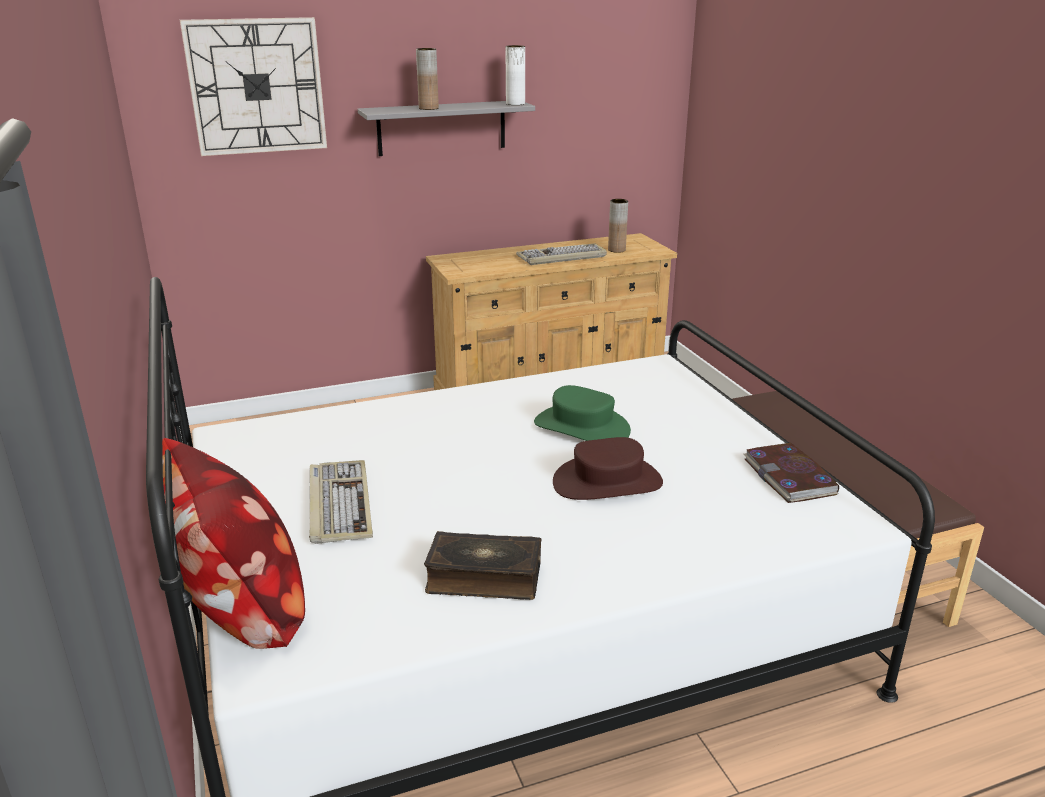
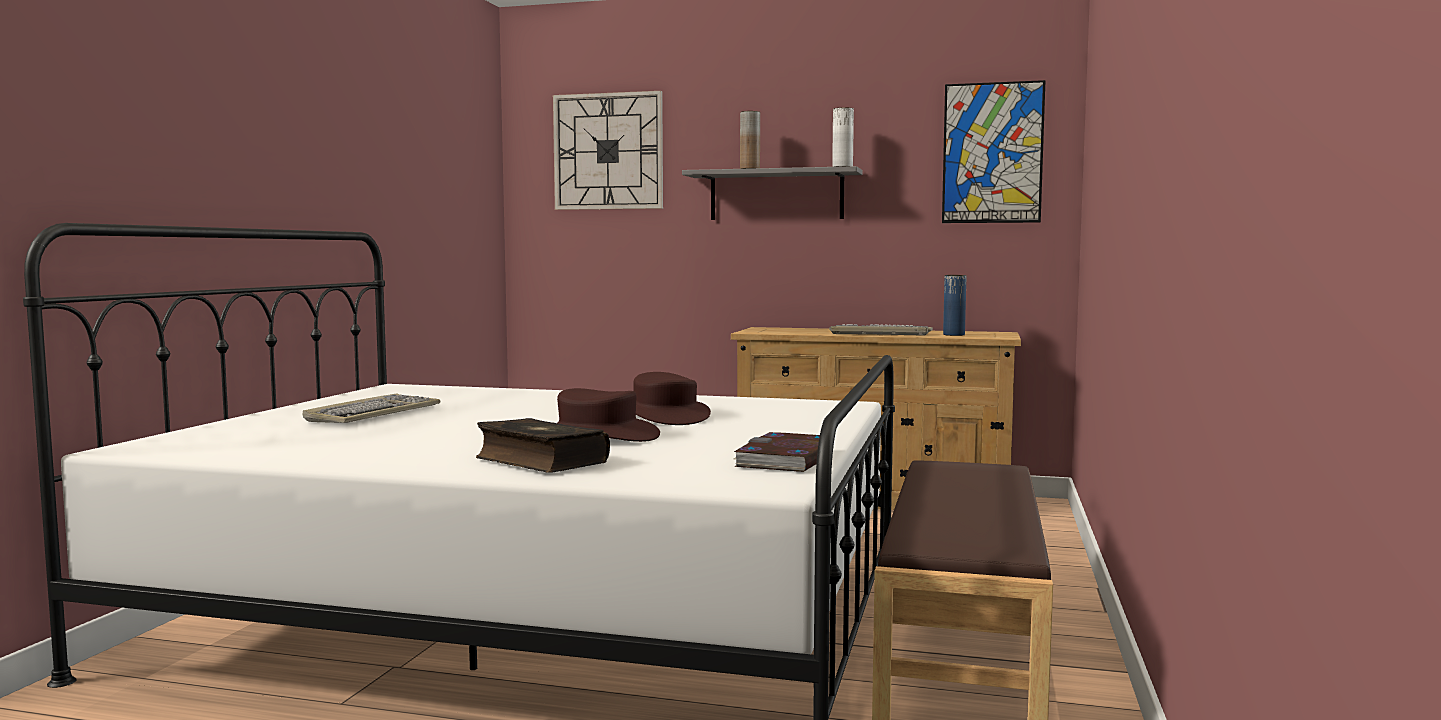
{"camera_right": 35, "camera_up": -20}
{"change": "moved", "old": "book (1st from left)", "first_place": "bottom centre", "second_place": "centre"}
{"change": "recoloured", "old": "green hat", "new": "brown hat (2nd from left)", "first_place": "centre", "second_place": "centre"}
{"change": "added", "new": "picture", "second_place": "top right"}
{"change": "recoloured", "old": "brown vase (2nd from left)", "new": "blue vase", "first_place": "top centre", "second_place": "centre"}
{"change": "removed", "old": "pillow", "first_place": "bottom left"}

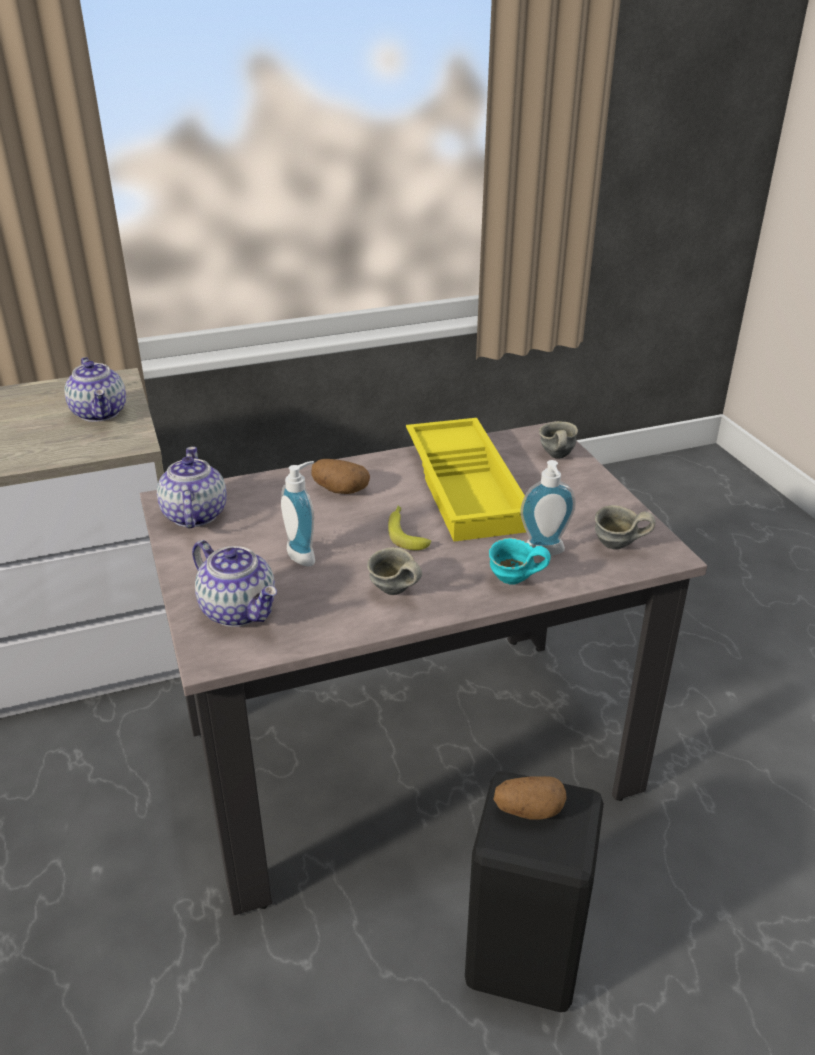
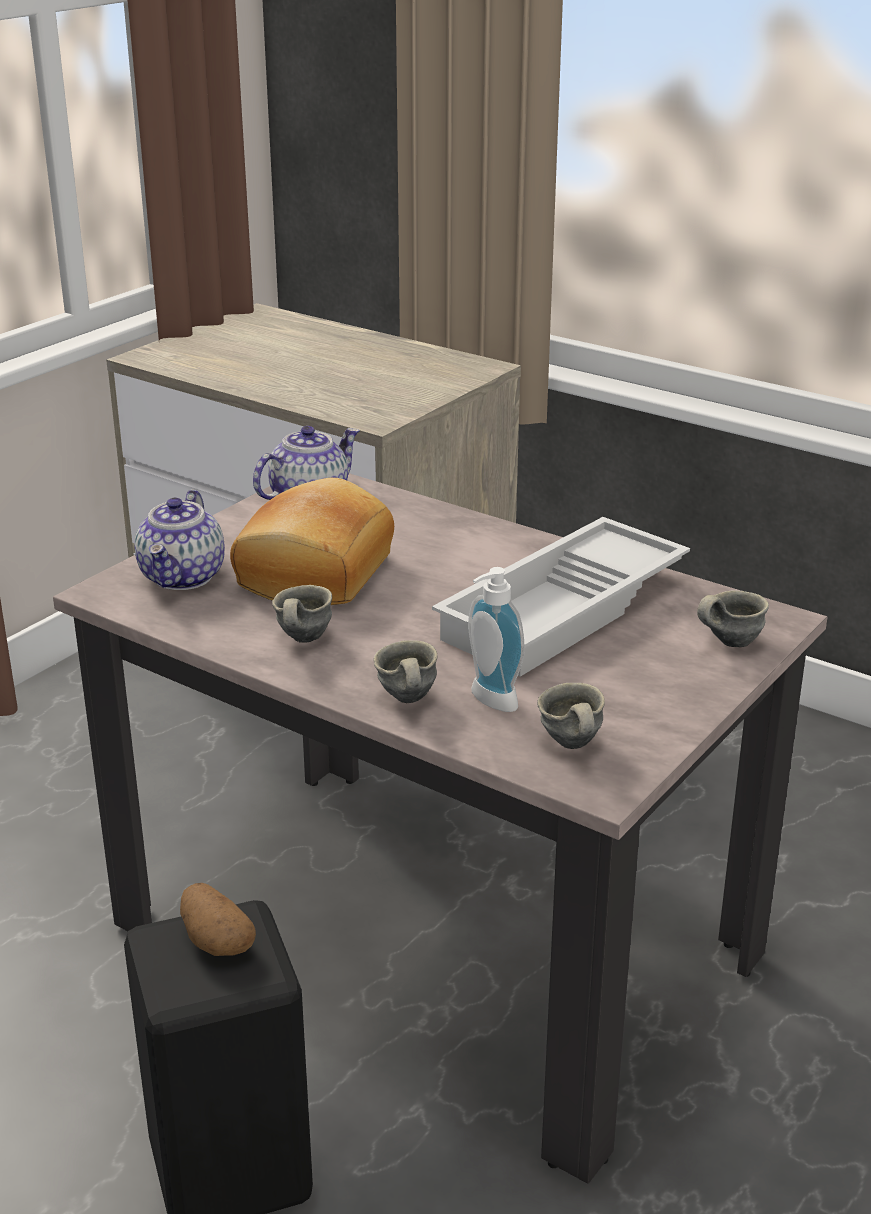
{"camera_right": 55, "camera_up": -5}
{"change": "replaced", "old": "soap dispenser (1st from left)", "new": "bread", "first_place": "centre", "second_place": "centre"}
{"change": "recoloured", "old": "turquoise mug", "new": "grey mug (2nd from left)", "first_place": "centre", "second_place": "centre"}
{"change": "recoloured", "old": "yellow tray", "new": "white tray", "first_place": "centre", "second_place": "centre"}
{"change": "removed", "old": "teapot (1st from left)", "first_place": "middle left"}
{"change": "removed", "old": "potato (1st from left)", "first_place": "centre"}
{"change": "removed", "old": "banana", "first_place": "centre"}

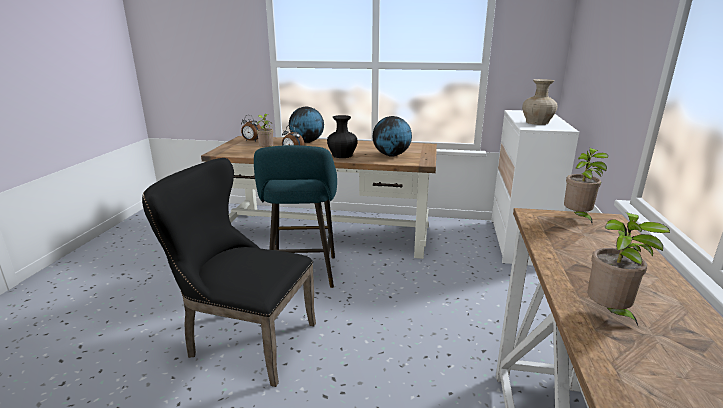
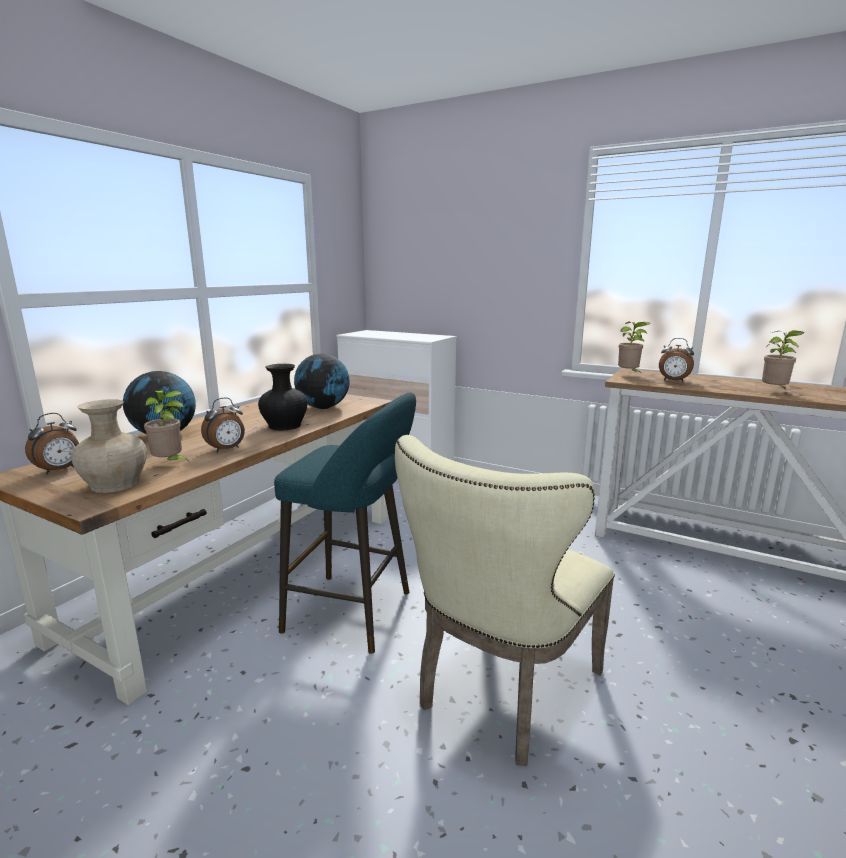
{"camera_right": -70, "camera_up": -5}
{"change": "moved", "old": "beige vase", "first_place": "top right", "second_place": "middle left"}
{"change": "recoloured", "old": "black chair", "new": "beige chair", "first_place": "bottom left", "second_place": "bottom centre"}
{"change": "added", "new": "alarm clock (3rd from left)", "second_place": "middle right"}

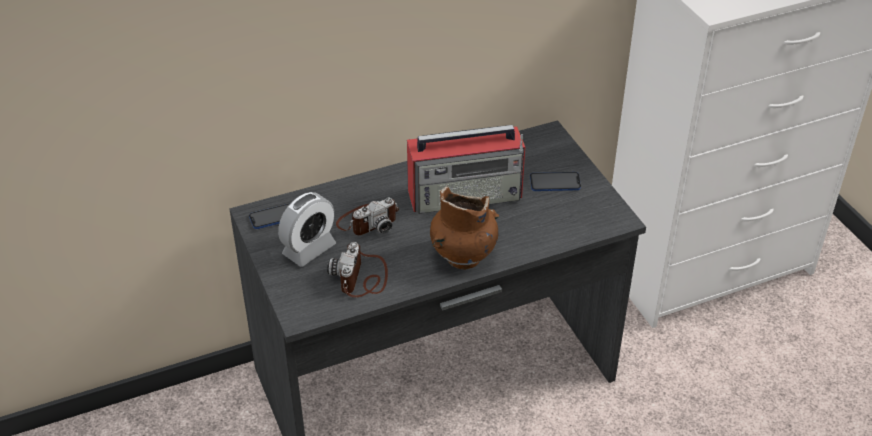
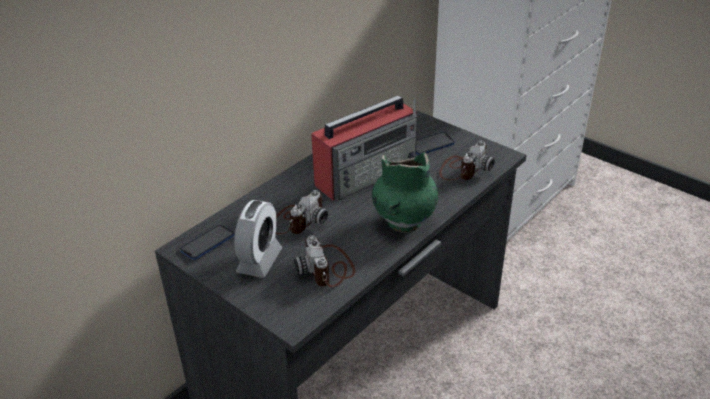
{"camera_right": -25, "camera_up": -5}
{"change": "recoloured", "old": "brown vase", "new": "green vase", "first_place": "centre", "second_place": "centre"}
{"change": "added", "new": "photo camera (3rd from left)", "second_place": "centre"}

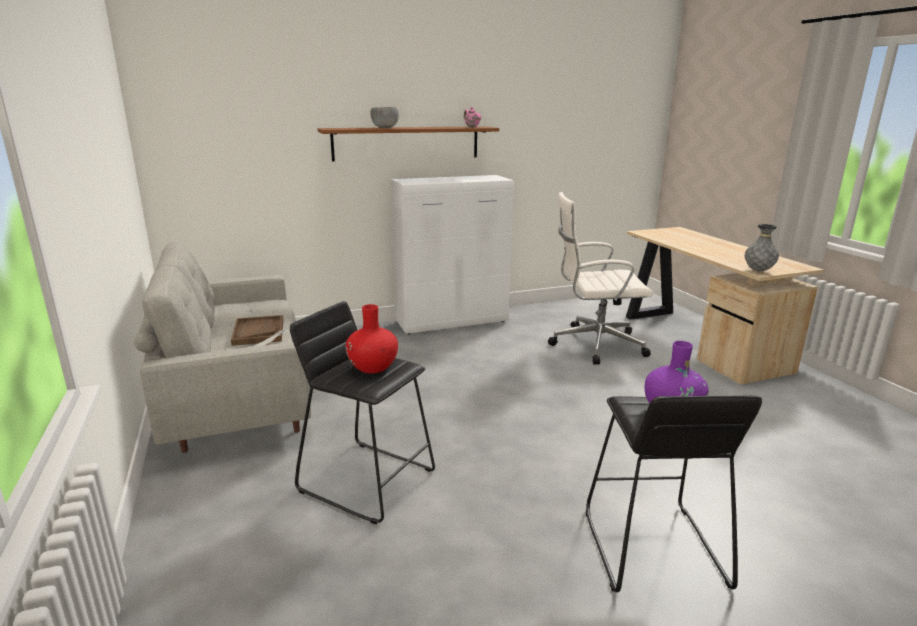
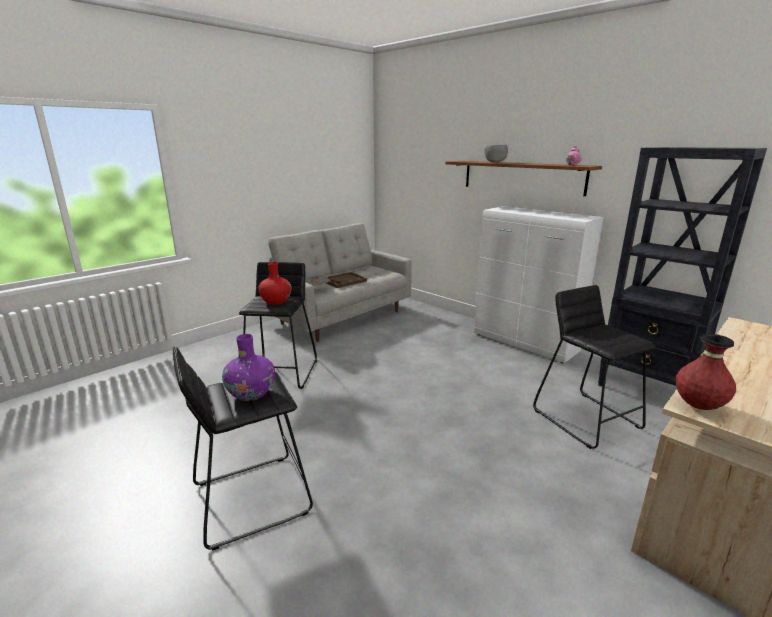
{"camera_right": 65, "camera_up": 0}
{"change": "replaced", "old": "white office chair", "new": "black stool (3rd from left)", "first_place": "centre", "second_place": "middle right"}
{"change": "added", "new": "black bookcase", "second_place": "middle right"}
{"change": "recoloured", "old": "grey vase", "new": "red vase (2nd from left)", "first_place": "middle right", "second_place": "middle right"}

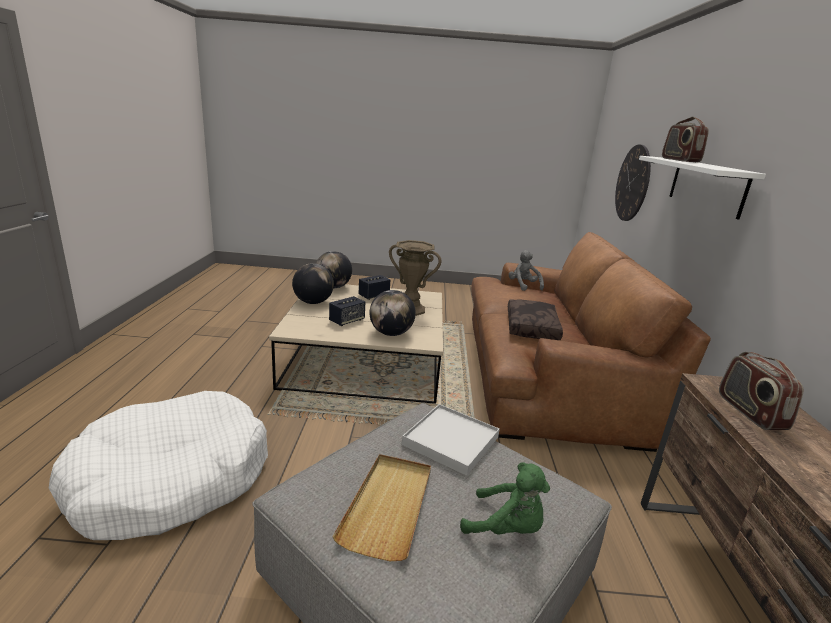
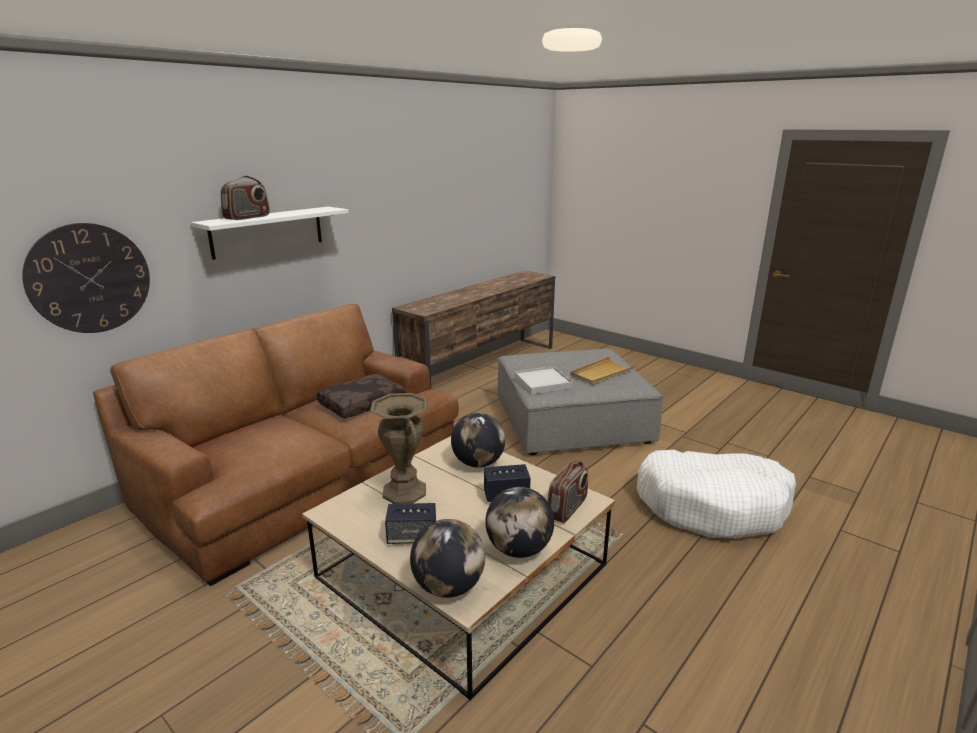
{"camera_right": -140, "camera_up": 0}
{"change": "moved", "old": "radio (2nd from left)", "first_place": "middle right", "second_place": "bottom centre"}
{"change": "removed", "old": "green plush toy", "first_place": "bottom centre"}
{"change": "removed", "old": "grey plush toy", "first_place": "centre"}

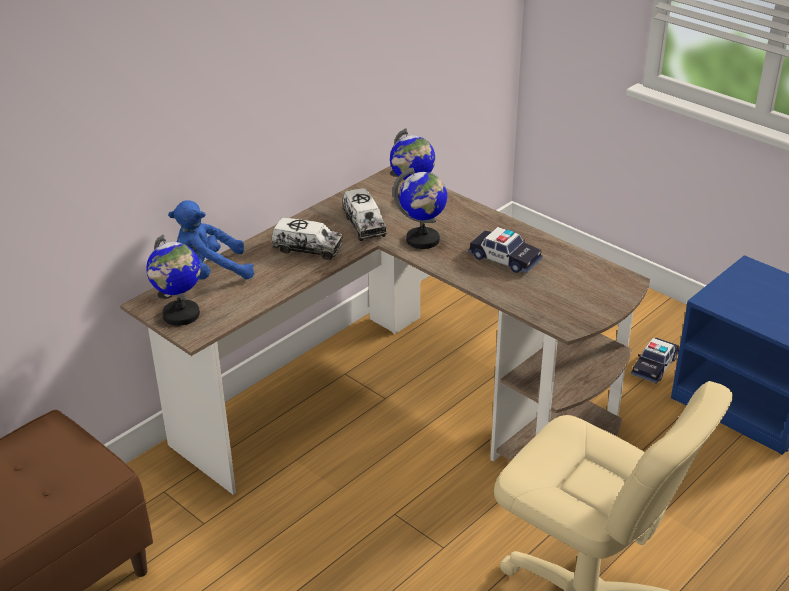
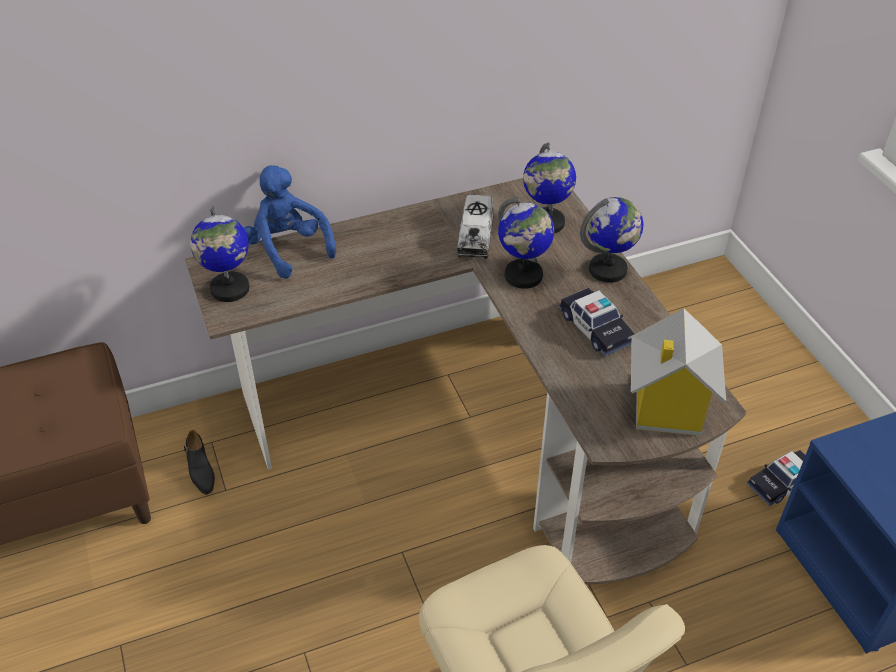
{"camera_right": 25, "camera_up": 10}
{"change": "added", "new": "black shoe", "second_place": "bottom left"}
{"change": "turned", "old": "blue plush toy", "first_place": "middle left", "second_place": "top left", "degrees": 45}
{"change": "added", "new": "globe (4th from left)", "second_place": "middle right"}
{"change": "added", "new": "toy house", "second_place": "middle right"}
{"change": "removed", "old": "toy truck (1st from left)", "first_place": "centre"}

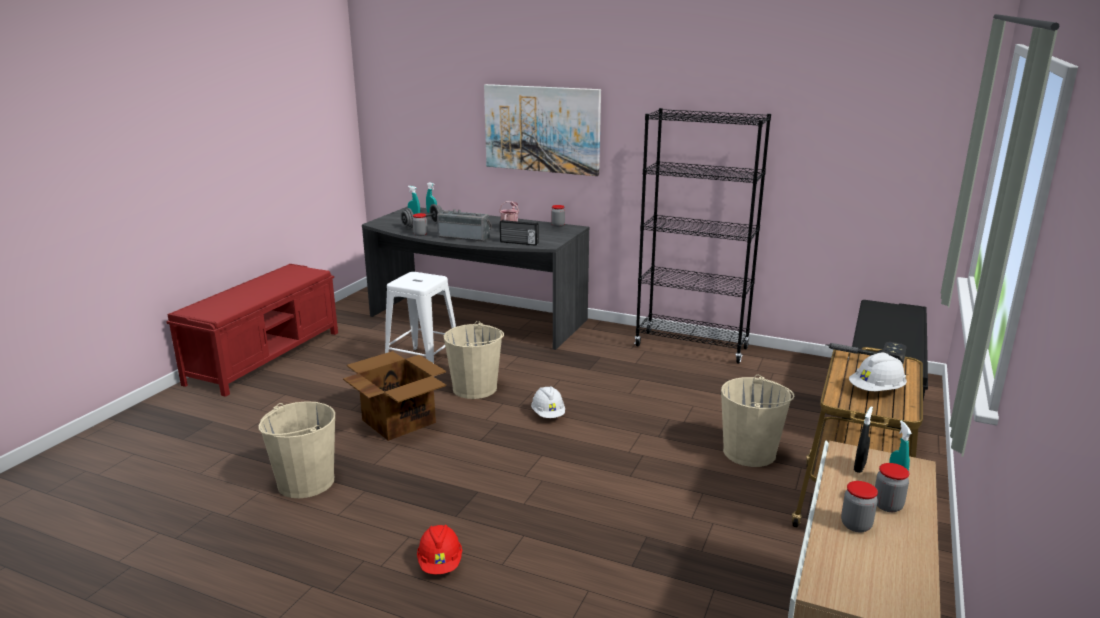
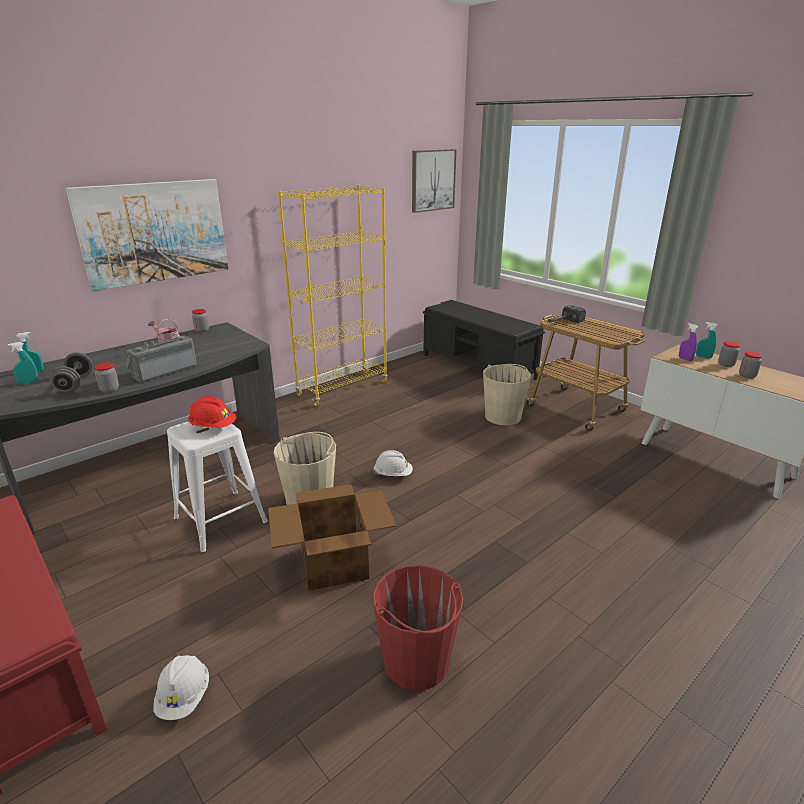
{"camera_right": -65, "camera_up": 5}
{"change": "moved", "old": "white hard hat (2nd from left in the first image)", "new": "white hard hat (1st from left)", "first_place": "middle right", "second_place": "bottom left"}
{"change": "moved", "old": "red hard hat", "first_place": "bottom centre", "second_place": "middle left"}
{"change": "recoloured", "old": "black bookcase", "new": "yellow bookcase", "first_place": "centre", "second_place": "centre"}
{"change": "recoloured", "old": "beige bucket (1st from left)", "new": "red bucket", "first_place": "bottom left", "second_place": "bottom centre"}
{"change": "added", "new": "picture (2nd from left)", "second_place": "top centre"}
{"change": "recoloured", "old": "black spray bottle", "new": "purple spray bottle", "first_place": "bottom right", "second_place": "middle right"}
{"change": "removed", "old": "radio (2nd from left)", "first_place": "centre"}

